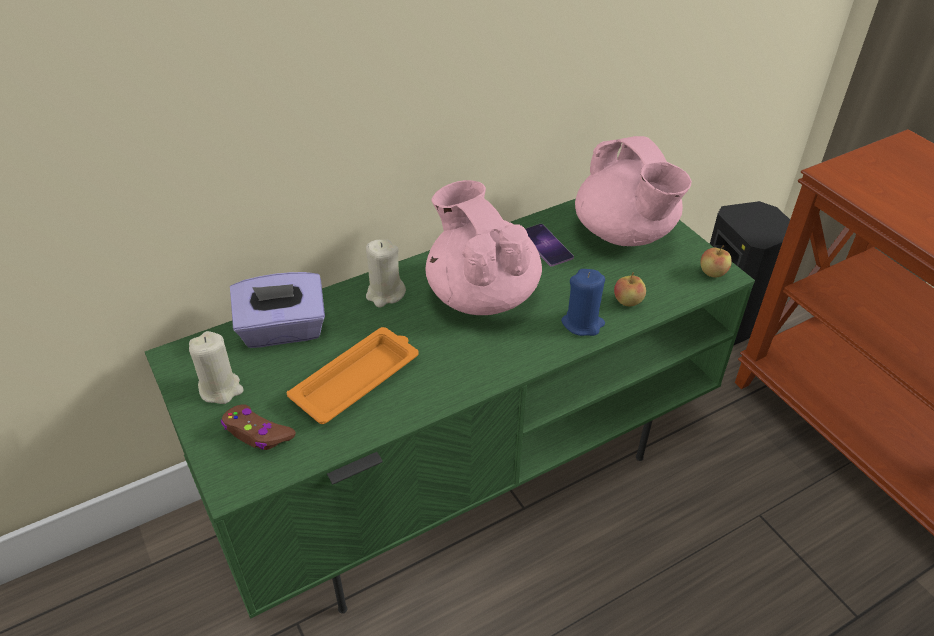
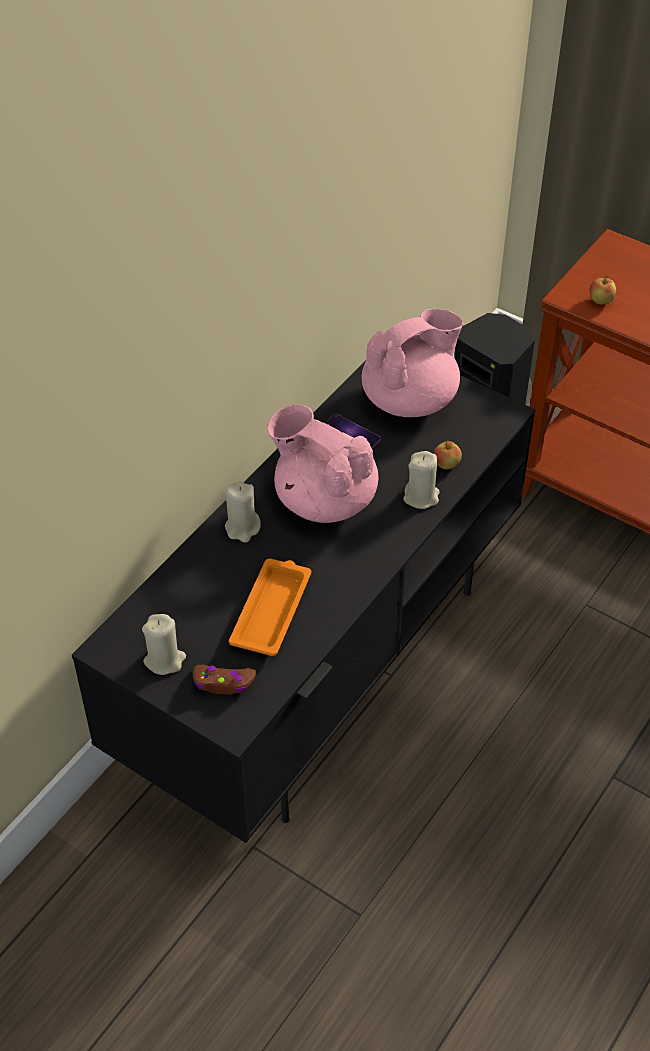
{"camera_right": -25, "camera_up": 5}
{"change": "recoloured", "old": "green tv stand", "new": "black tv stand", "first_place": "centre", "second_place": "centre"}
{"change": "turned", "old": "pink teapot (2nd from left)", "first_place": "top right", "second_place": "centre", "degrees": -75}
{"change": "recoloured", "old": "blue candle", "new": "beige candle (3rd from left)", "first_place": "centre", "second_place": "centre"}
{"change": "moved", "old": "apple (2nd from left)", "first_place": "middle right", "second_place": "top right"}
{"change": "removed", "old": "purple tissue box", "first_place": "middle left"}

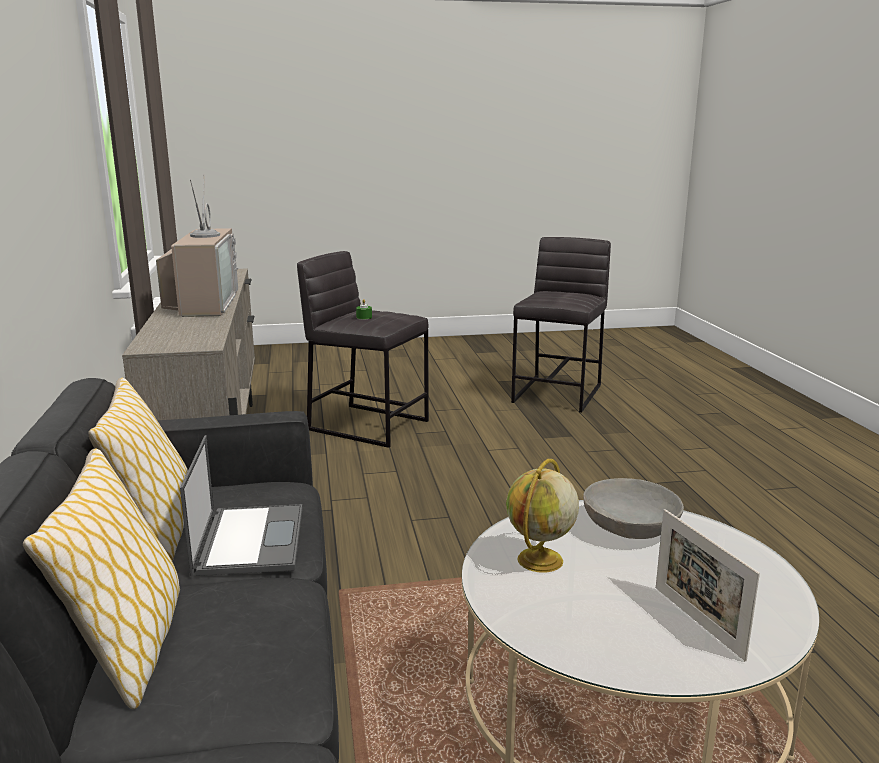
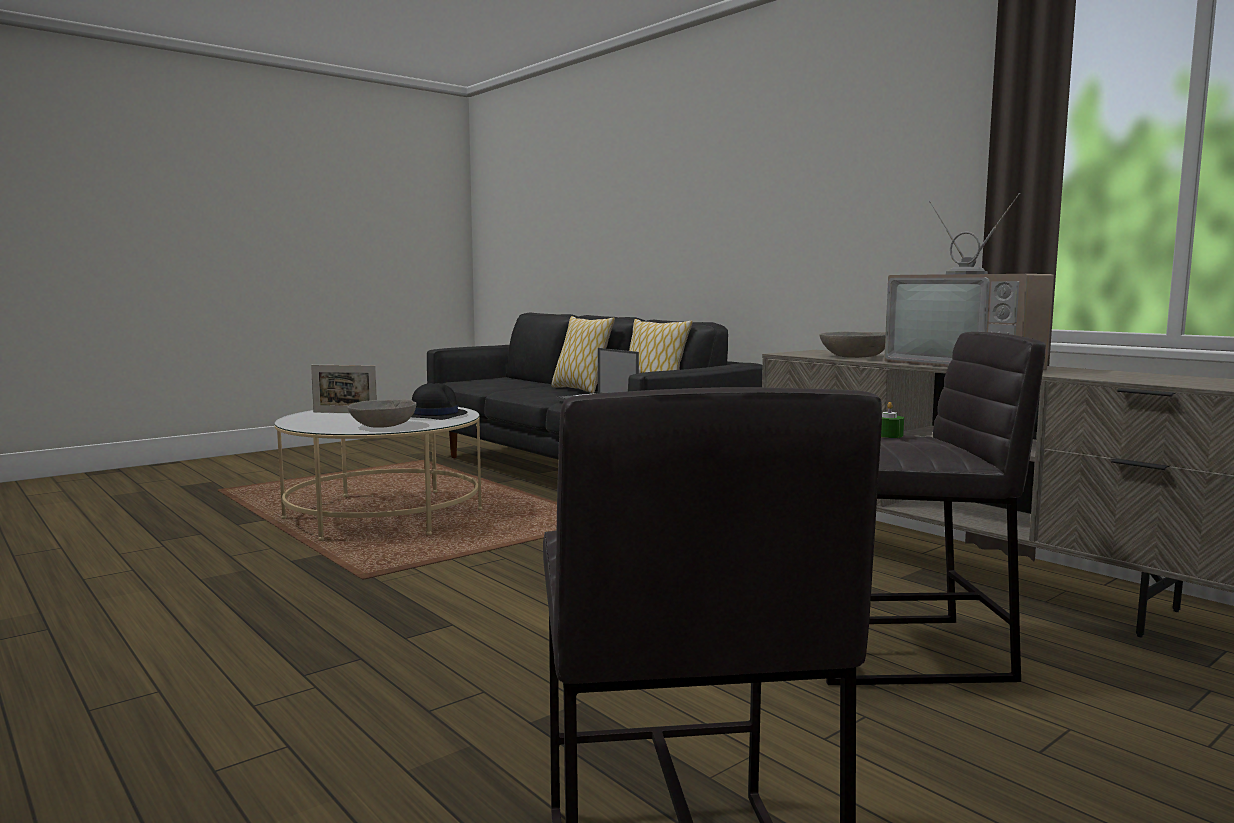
{"camera_right": 150, "camera_up": -10}
{"change": "turned", "old": "picture frame", "first_place": "bottom right", "second_place": "middle left", "degrees": 150}
{"change": "replaced", "old": "globe", "new": "black hat", "first_place": "bottom centre", "second_place": "centre"}
{"change": "added", "new": "grey bowl (2nd from left)", "second_place": "middle right"}

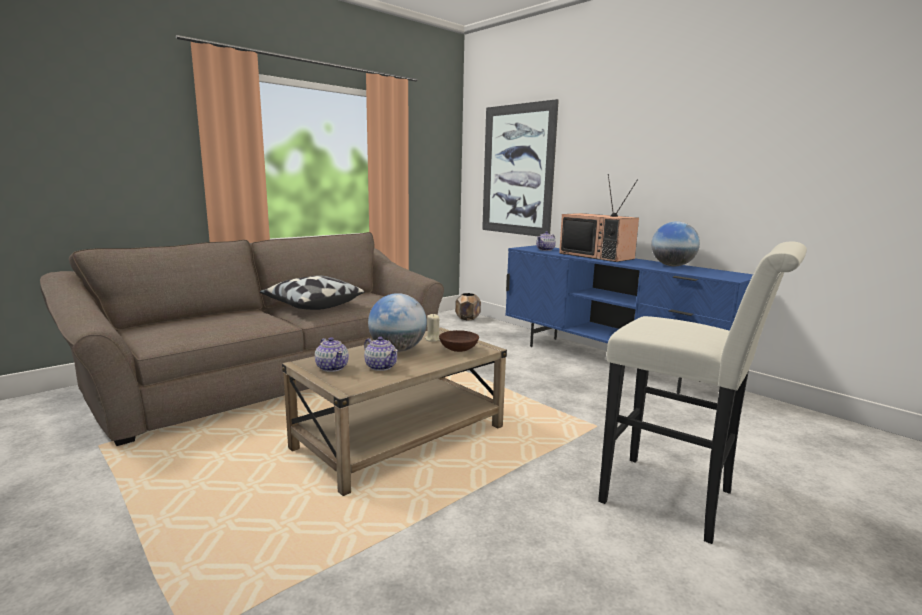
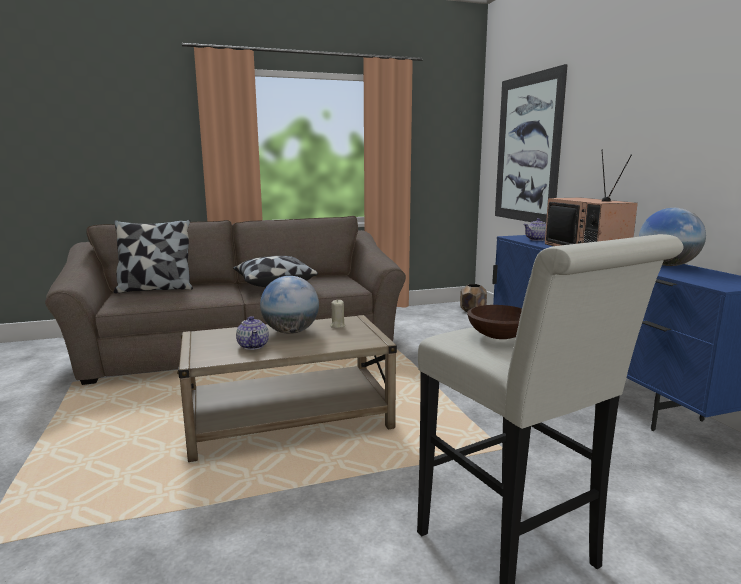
{"camera_right": 25, "camera_up": 0}
{"change": "added", "new": "pillow (1st from left)", "second_place": "middle left"}
{"change": "moved", "old": "brown bowl", "first_place": "centre", "second_place": "middle right"}
{"change": "removed", "old": "teapot (1st from left)", "first_place": "centre"}

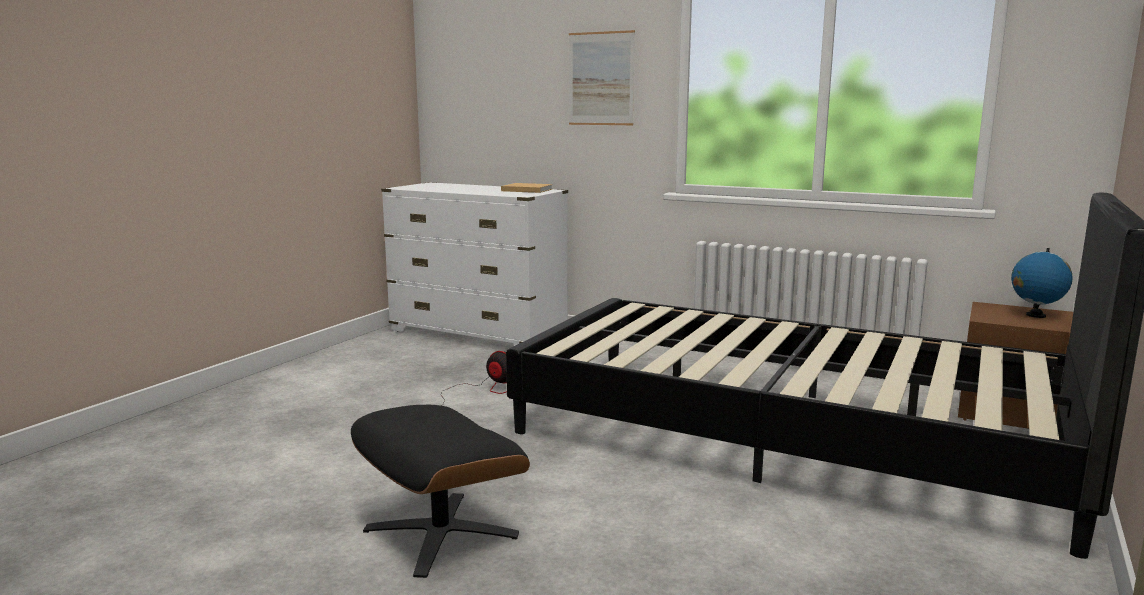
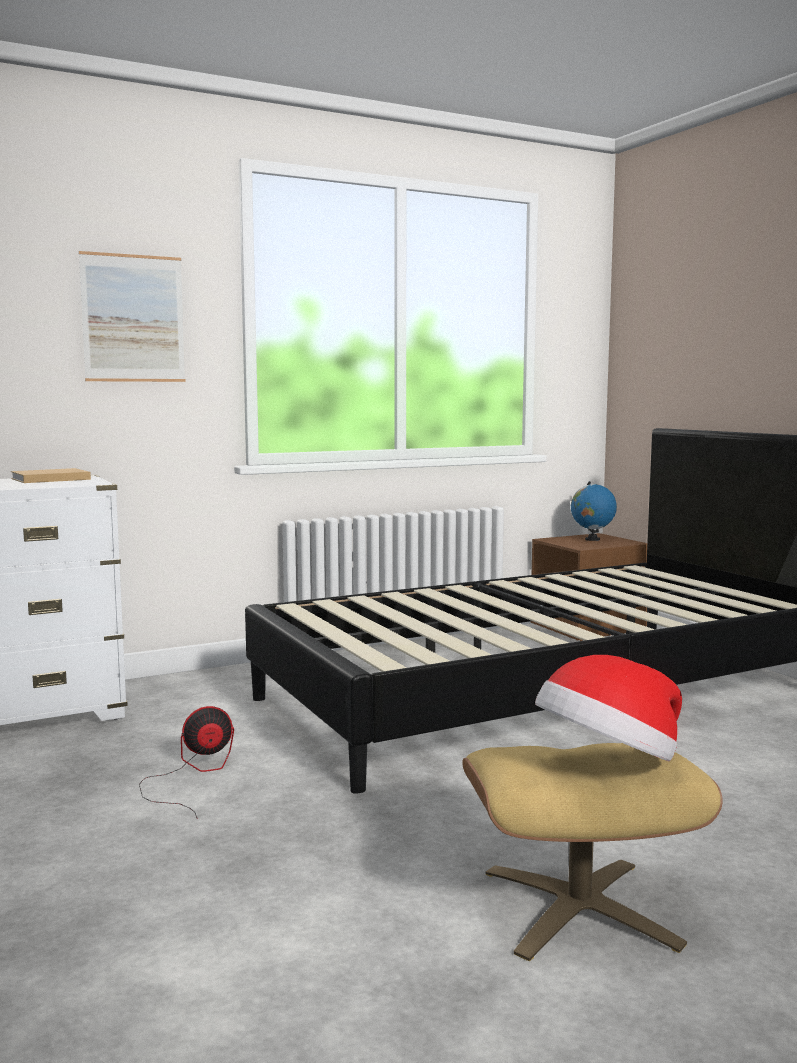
{"camera_right": -55, "camera_up": -5}
{"change": "recoloured", "old": "black ottoman", "new": "beige ottoman", "first_place": "bottom centre", "second_place": "bottom right"}
{"change": "added", "new": "hat", "second_place": "middle right"}

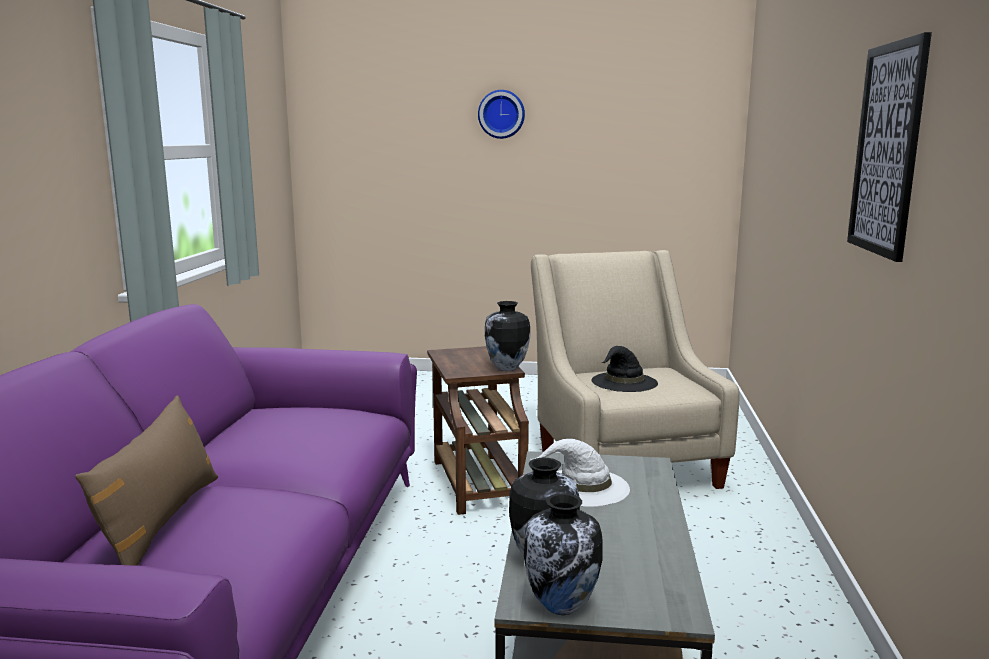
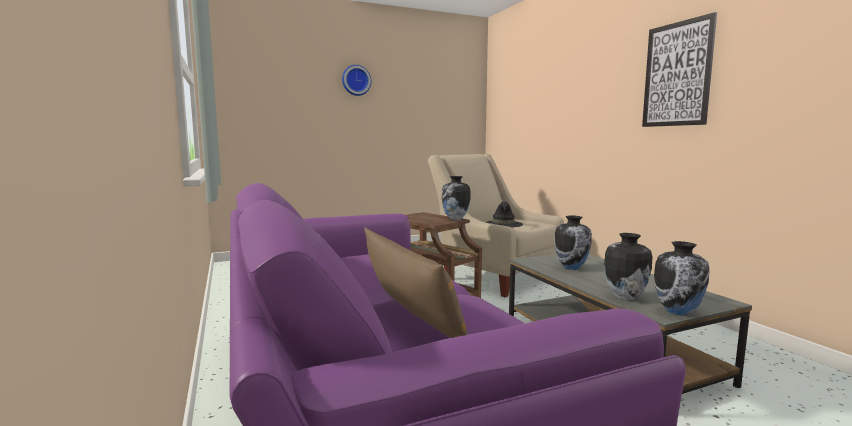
{"camera_right": -30, "camera_up": -5}
{"change": "replaced", "old": "white hat", "new": "vase (2nd from left)", "first_place": "bottom centre", "second_place": "middle right"}

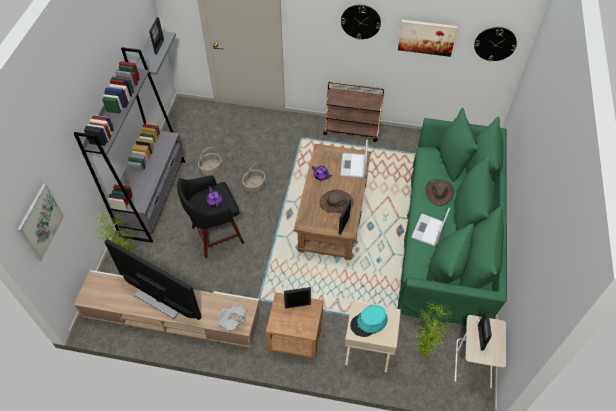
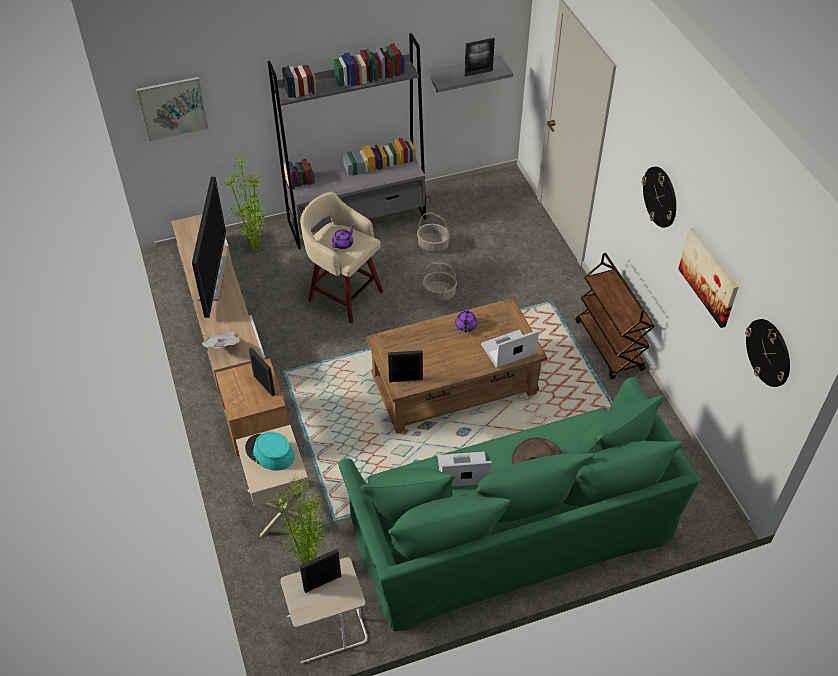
{"camera_right": 60, "camera_up": -5}
{"change": "recoloured", "old": "black stool", "new": "beige stool", "first_place": "centre", "second_place": "centre"}
{"change": "removed", "old": "brown hat (1st from left)", "first_place": "centre"}

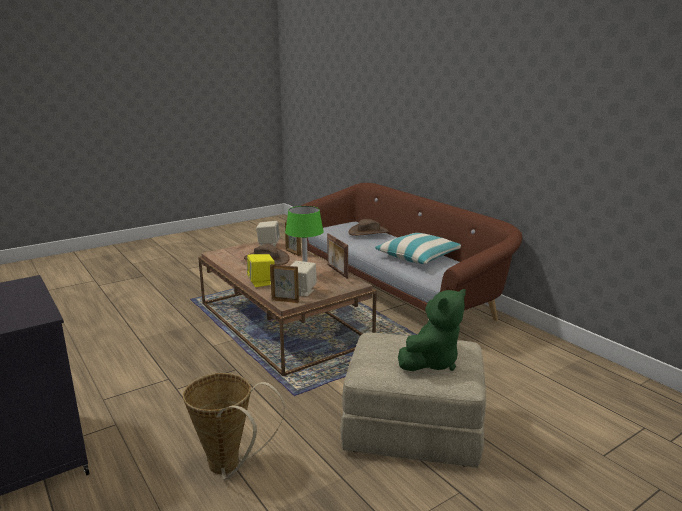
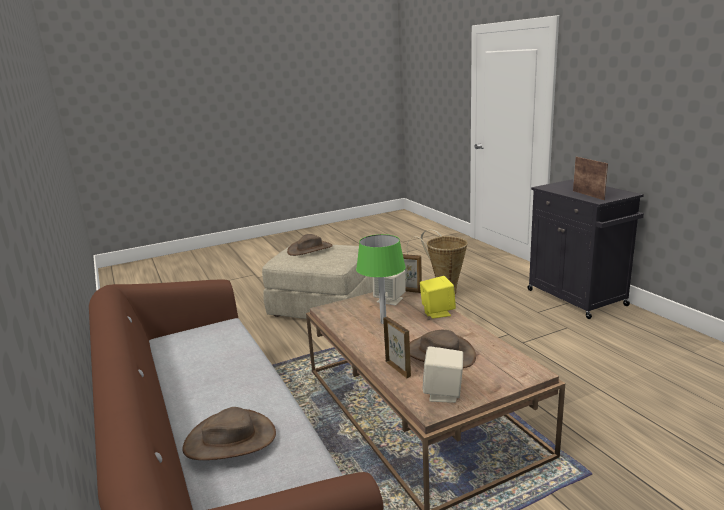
{"camera_right": -170, "camera_up": 0}
{"change": "replaced", "old": "green plush toy", "new": "brown hat (2nd from left)", "first_place": "centre", "second_place": "centre"}
{"change": "moved", "old": "picture frame (3rd from left)", "first_place": "centre", "second_place": "middle right"}
{"change": "removed", "old": "pillow", "first_place": "centre"}

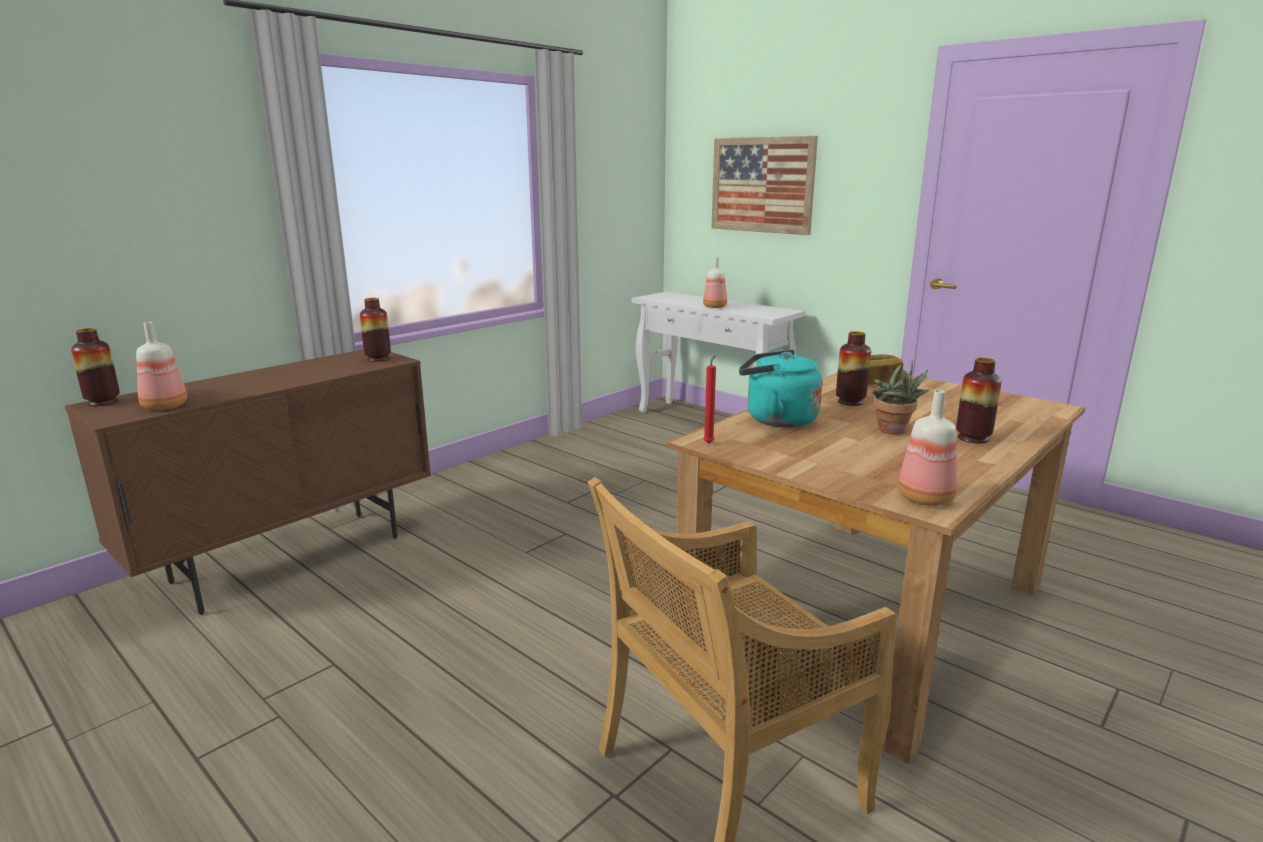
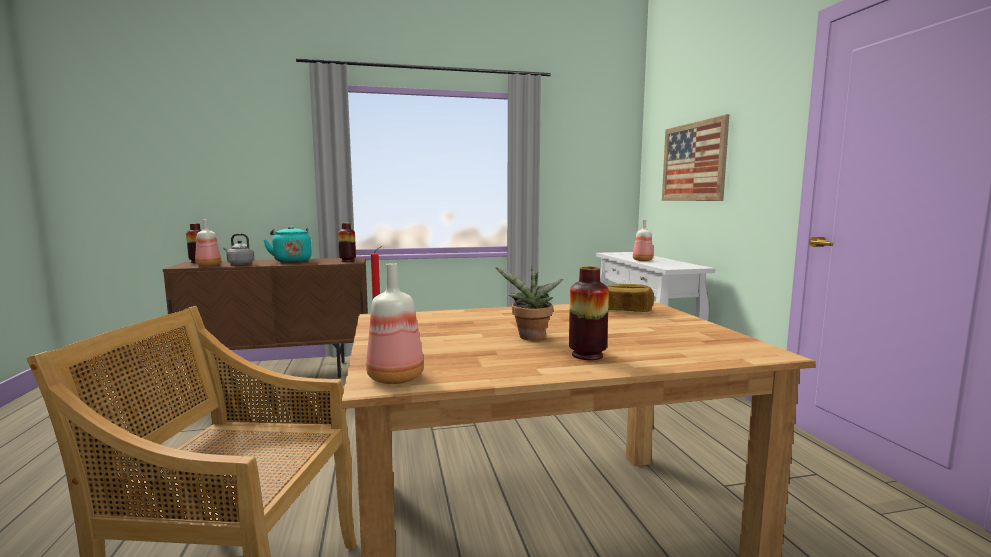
{"camera_right": 35, "camera_up": -10}
{"change": "added", "new": "grey kettle", "second_place": "middle left"}
{"change": "moved", "old": "turquoise kettle", "first_place": "centre", "second_place": "middle left"}
{"change": "removed", "old": "vase (3rd from left)", "first_place": "middle right"}

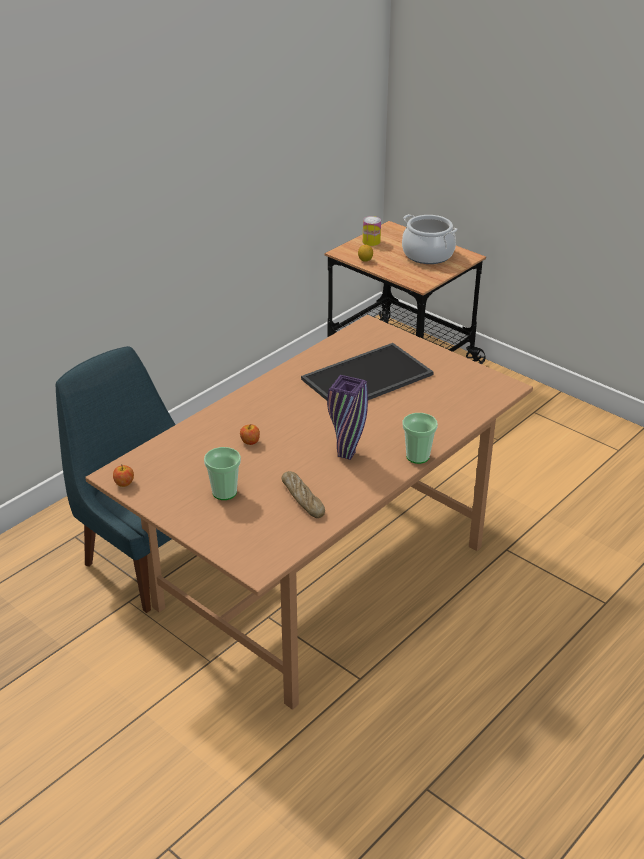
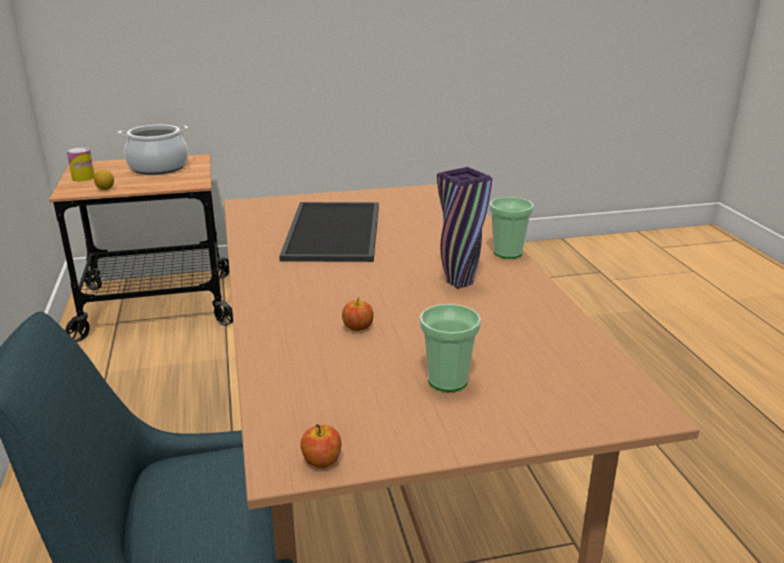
{"camera_right": -55, "camera_up": -10}
{"change": "removed", "old": "bread", "first_place": "centre"}

